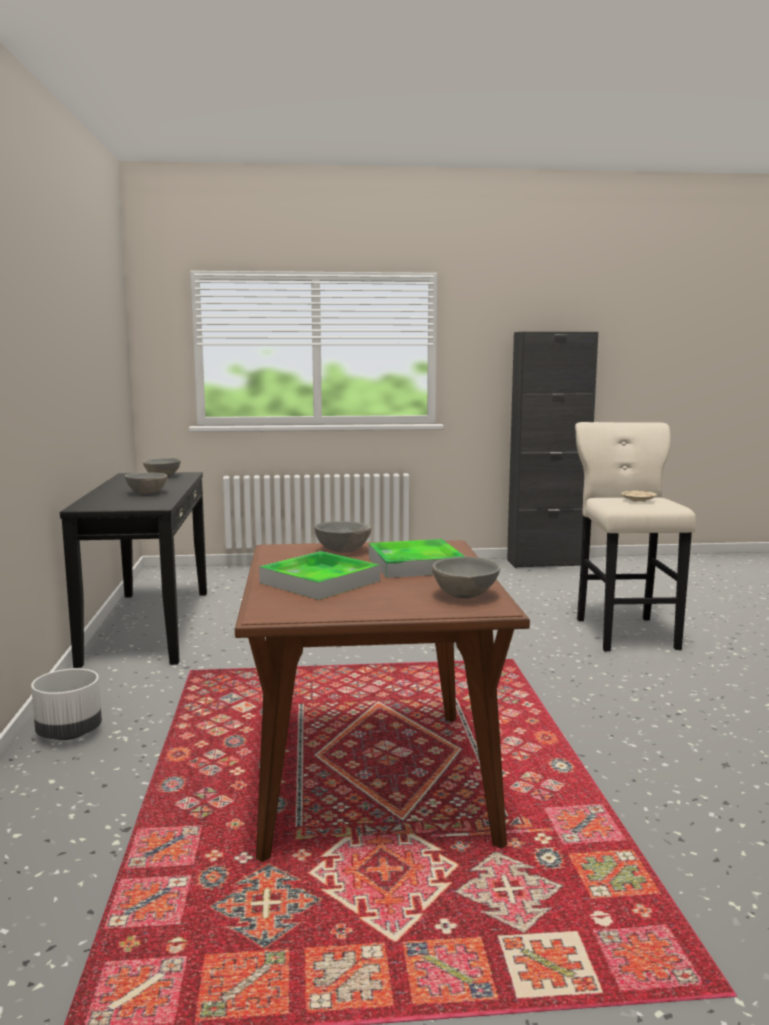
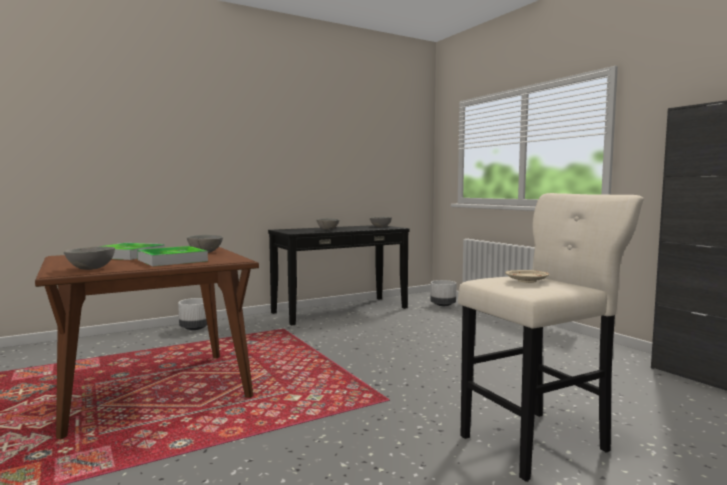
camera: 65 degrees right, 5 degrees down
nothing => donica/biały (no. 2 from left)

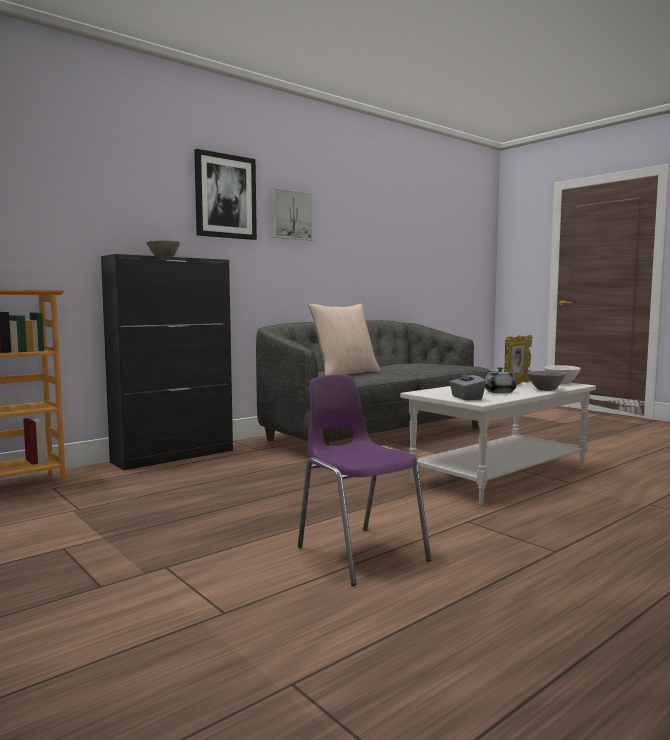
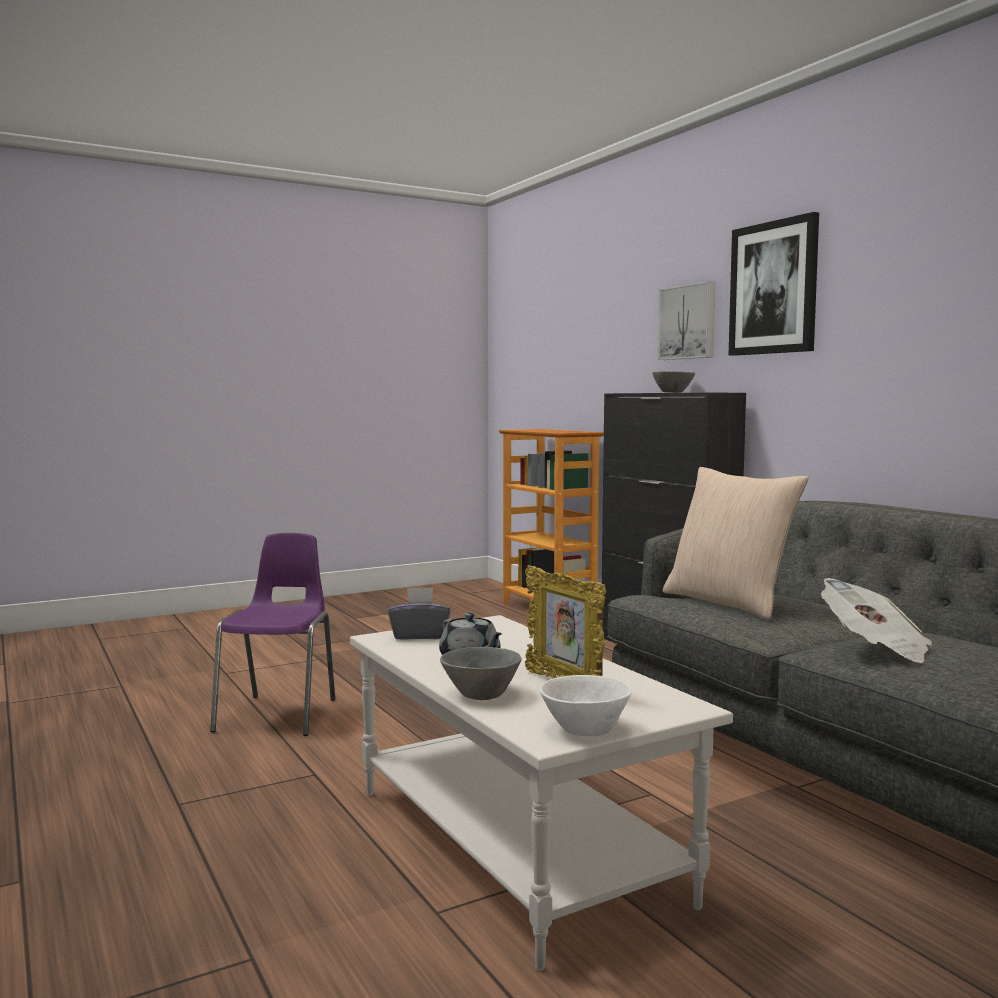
camera: 100 degrees right, 0 degrees up
nothing => gazeta
obraz (no. 2 from left in the first image) => obraz (no. 1 from left), shifted
krzesło/fioletowy, 60 degrees counterclockwise

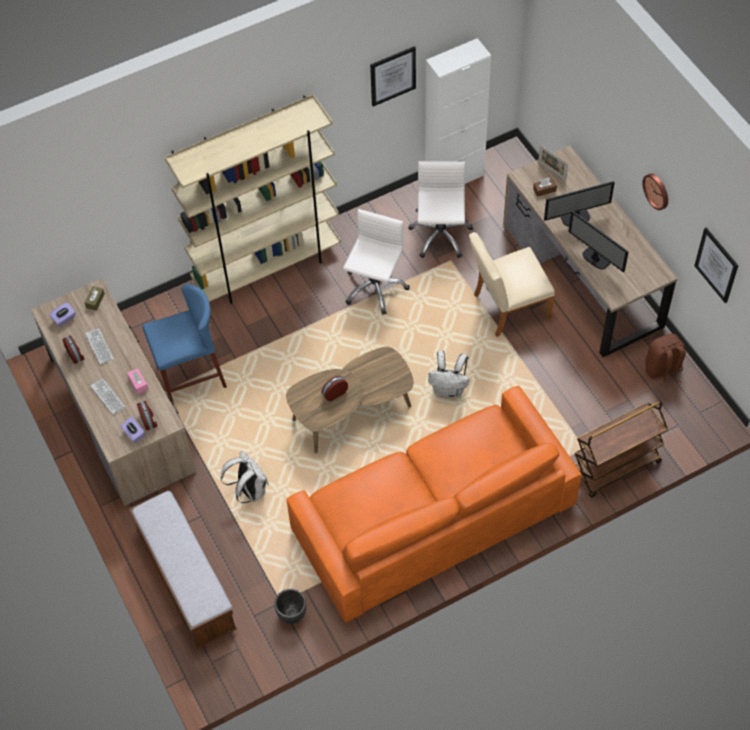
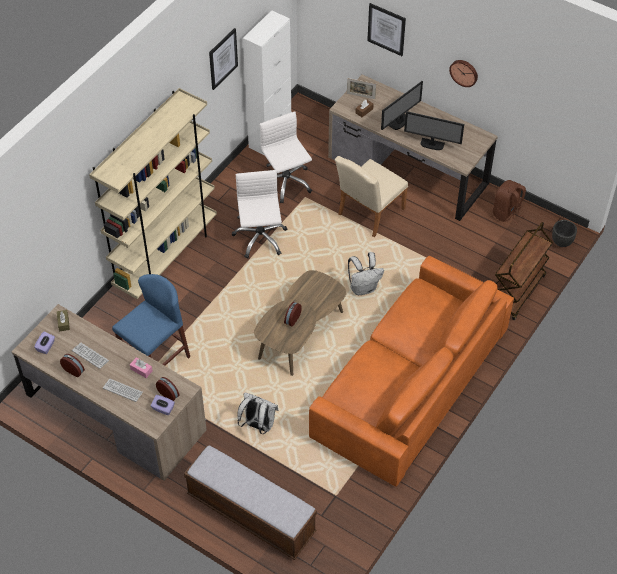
camera: 30 degrees left, 5 degrees down
donica/czarny, shifted
obraz (no. 2 from left), shifted

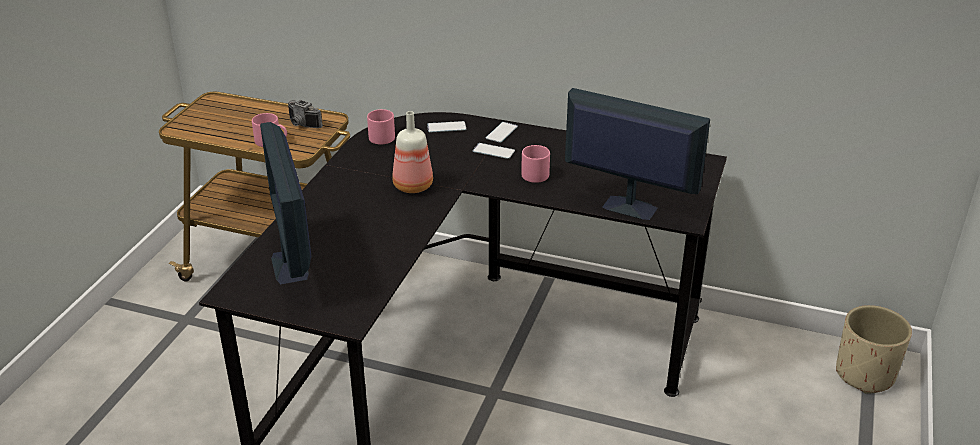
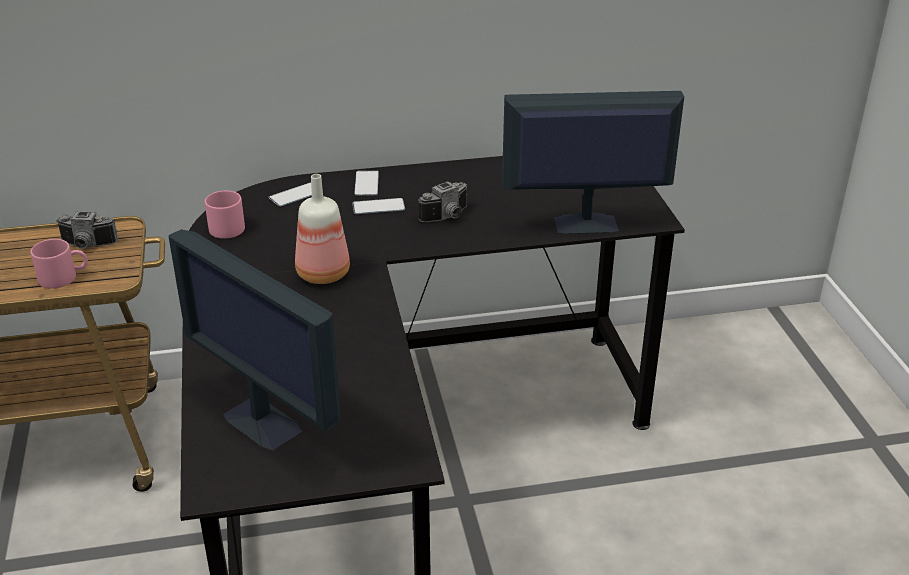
camera: 30 degrees left, 0 degrees up
donica/beżowy => nothing
kubek/różowy (no. 3 from left) => aparat fotograficzny (no. 2 from left)

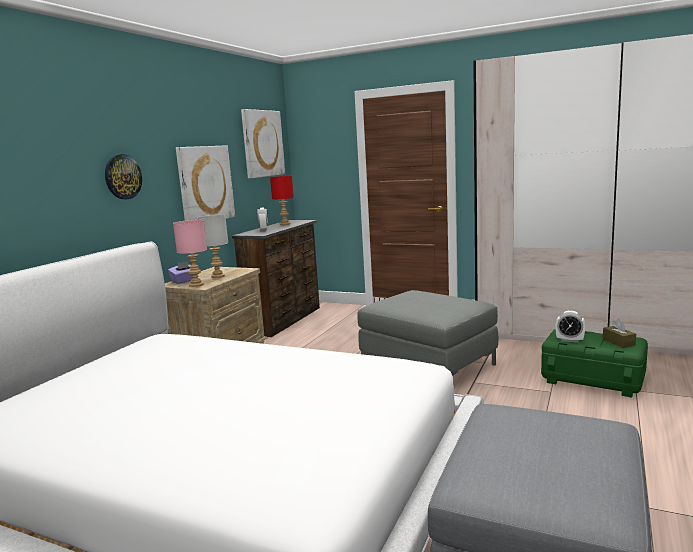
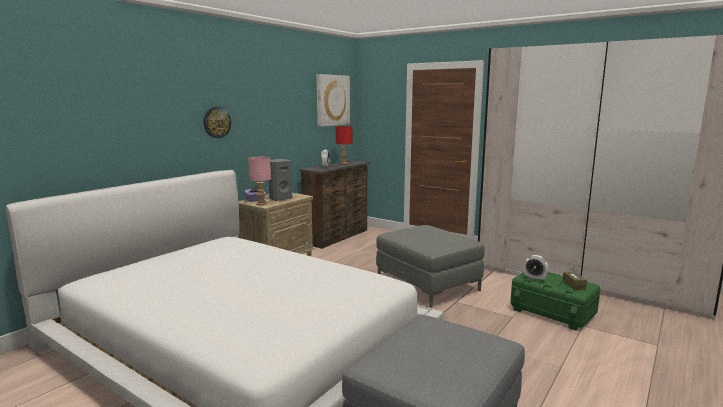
camera: 10 degrees right, 0 degrees up
obraz (no. 1 from left) => nothing
lampa stołowa/szary => głośnik/szary

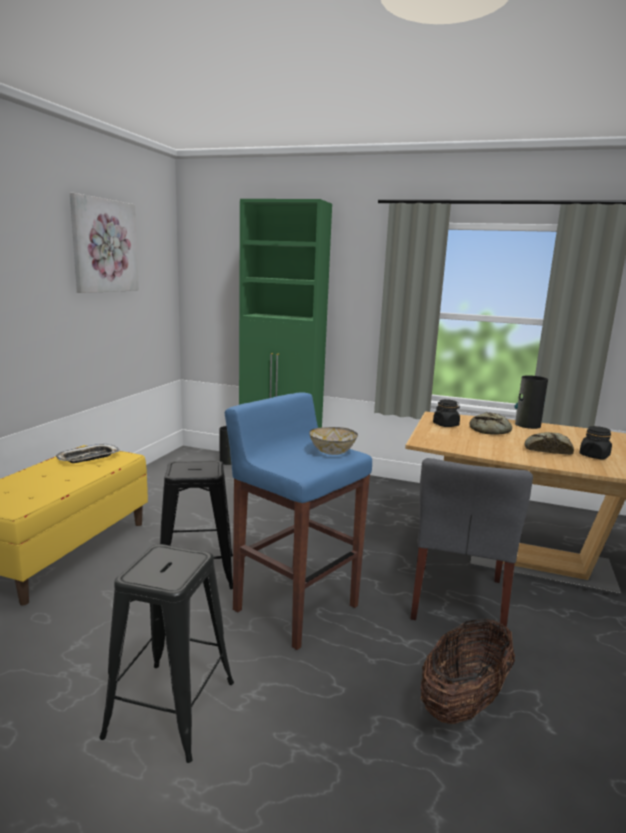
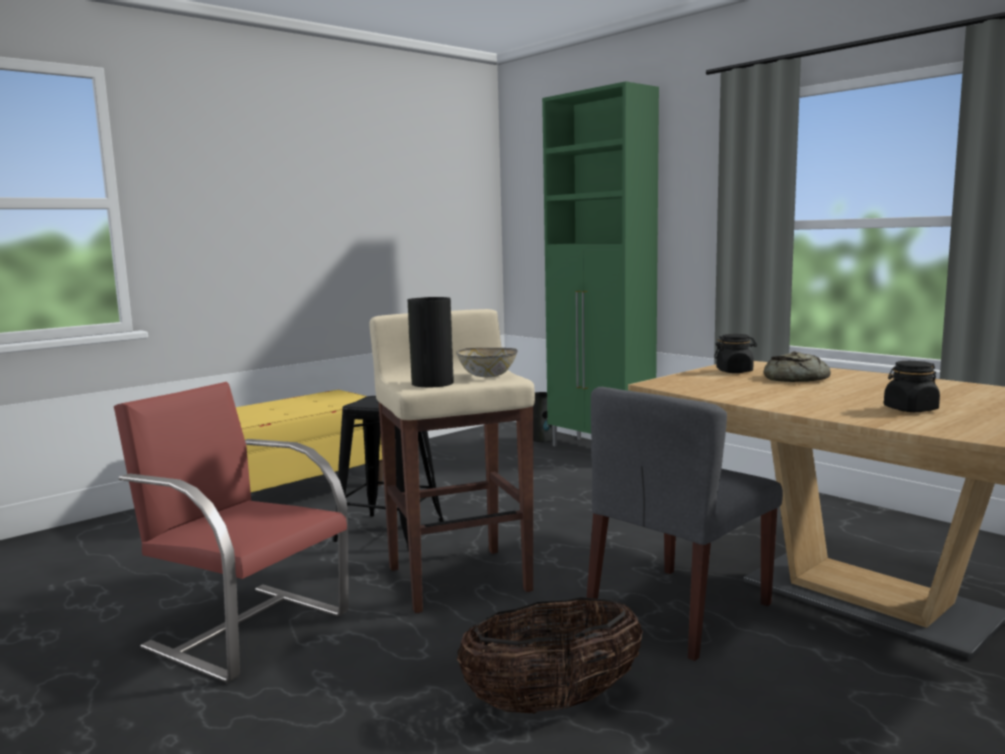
camera: 30 degrees right, 5 degrees down
taca => nothing
obraz => nothing
chleb (no. 2 from left) => nothing
wazon (no. 2 from left in the first image) => wazon (no. 1 from left), shifted
stołek/czarny (no. 1 from left) => krzesło/czerwony
stołek/niebieski => stołek/beżowy

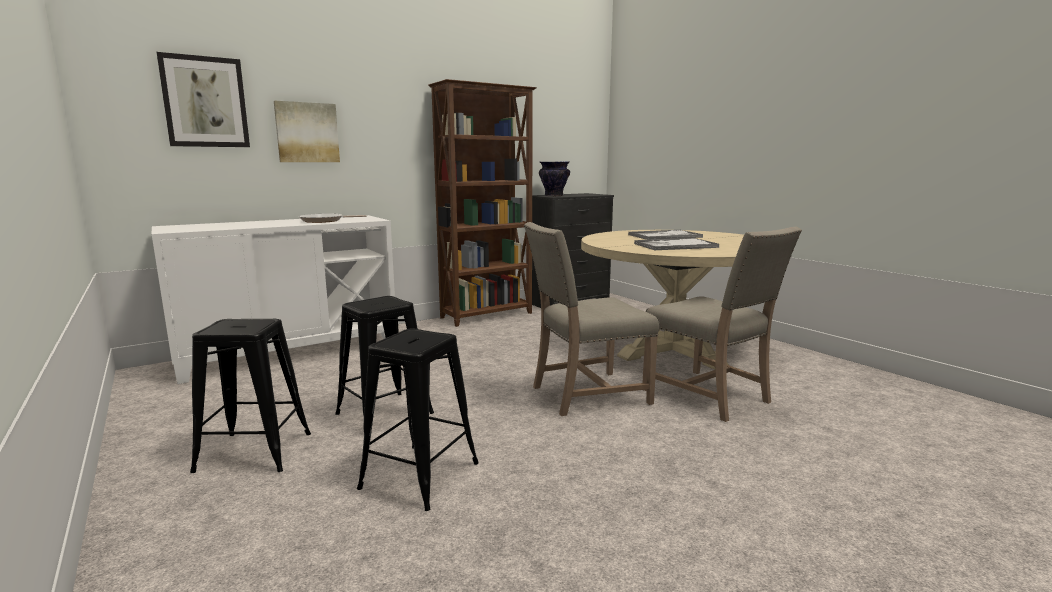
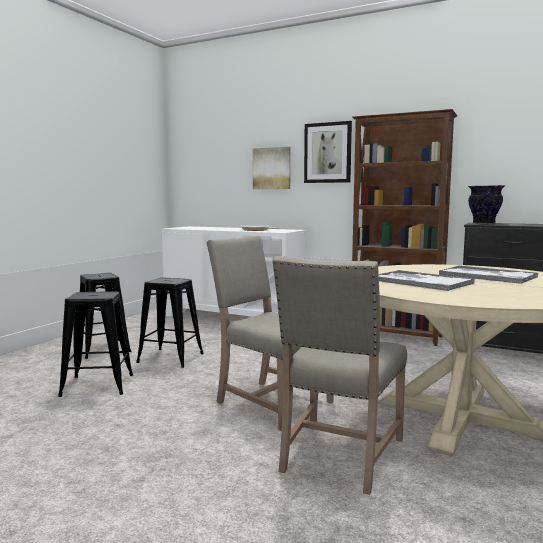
camera: 60 degrees right, 5 degrees down
obraz (no. 1 from left in the first image) => obraz (no. 2 from left), shifted

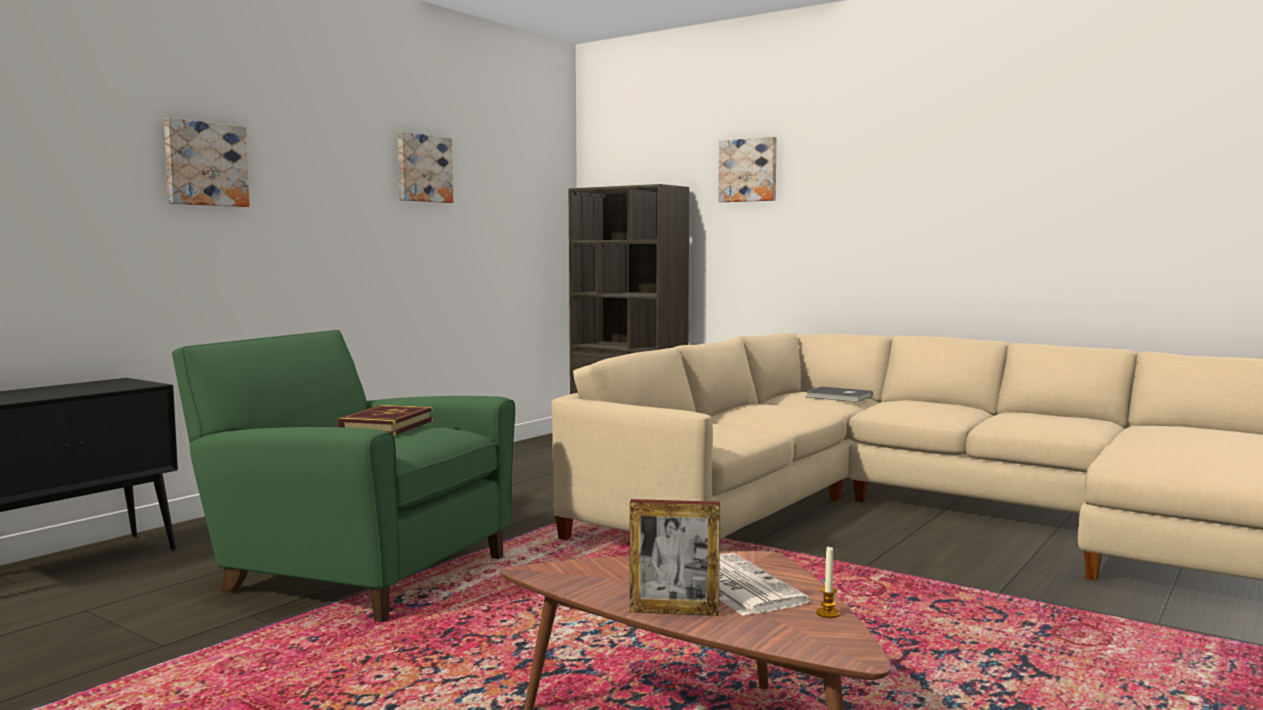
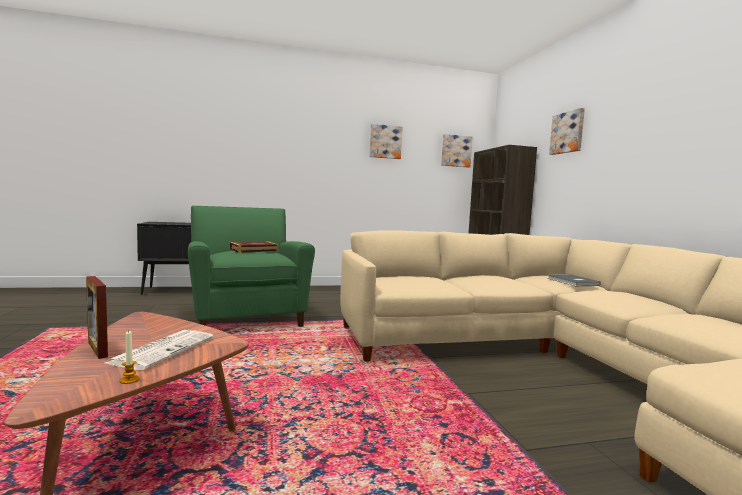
camera: 40 degrees right, 0 degrees up
obraz (no. 1 from left in the first image) => obraz (no. 2 from left), shifted

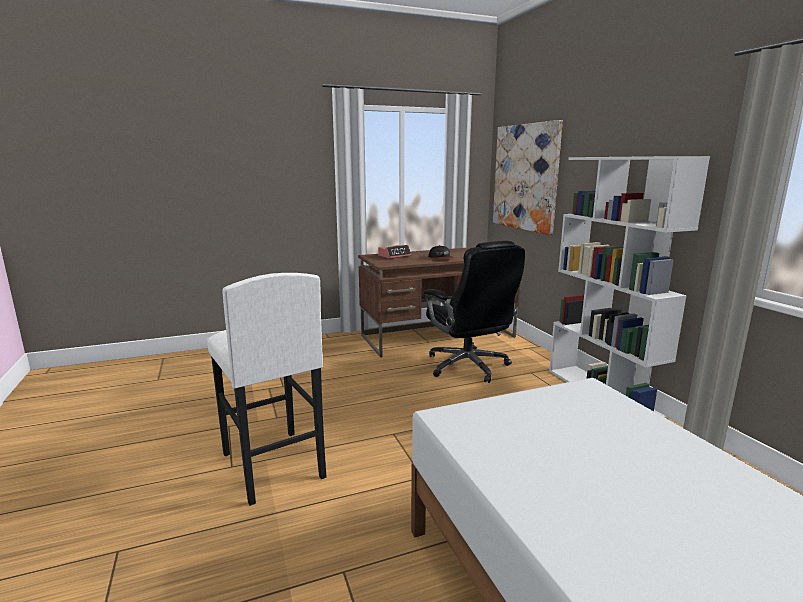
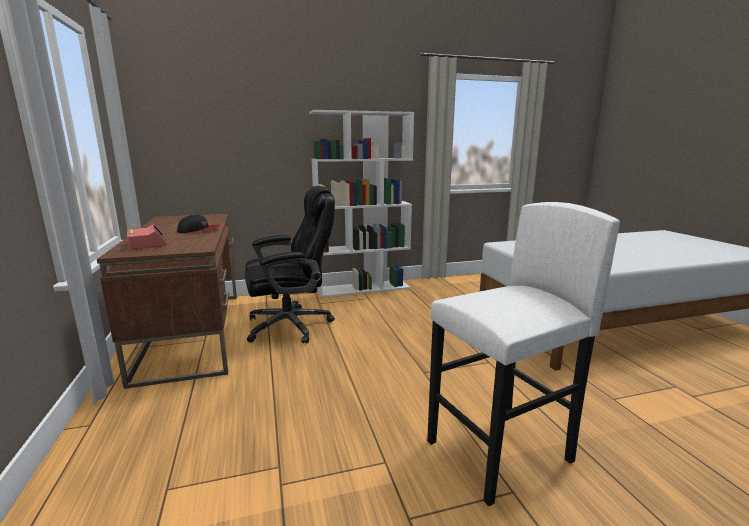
camera: 85 degrees left, 0 degrees up
obraz => nothing

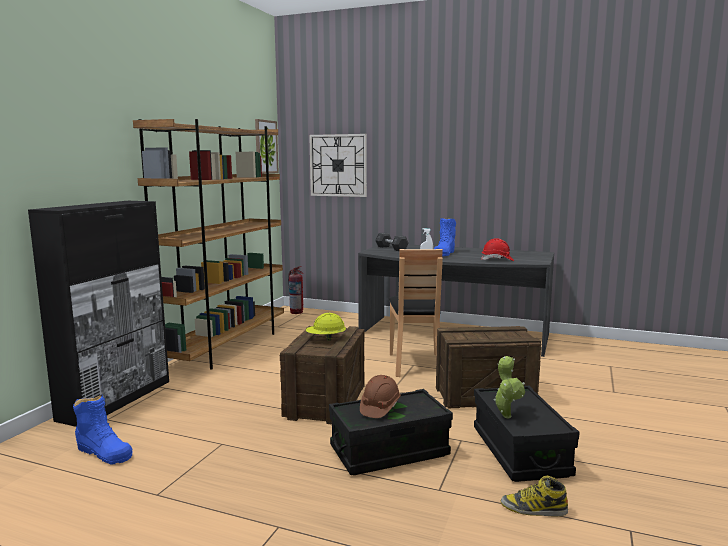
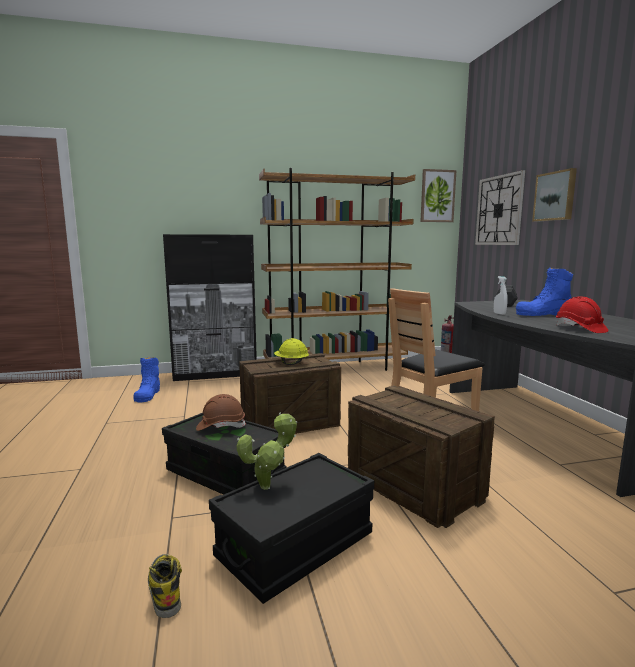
camera: 55 degrees right, 0 degrees up
nothing => obraz (no. 2 from left)

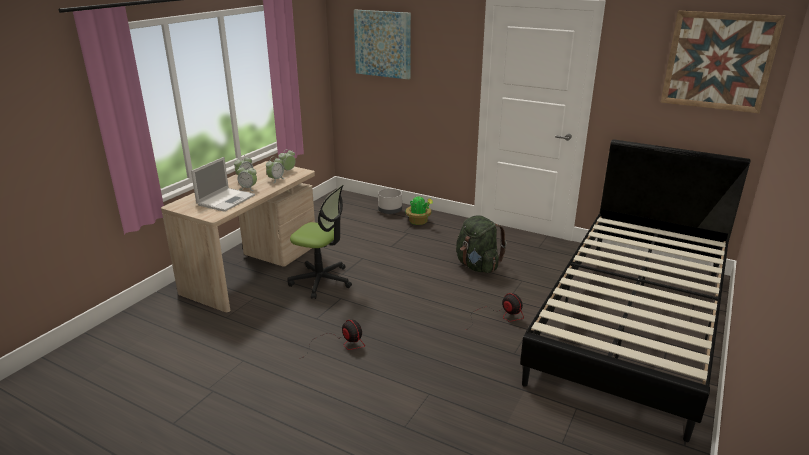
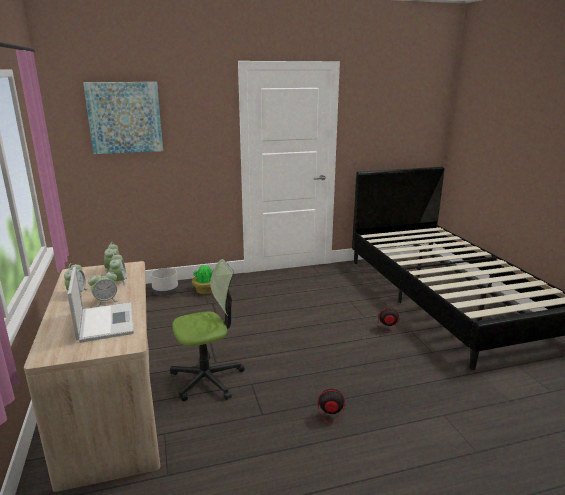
camera: 45 degrees left, 5 degrees down
plecak/zielony => nothing
obraz (no. 2 from left) => nothing

